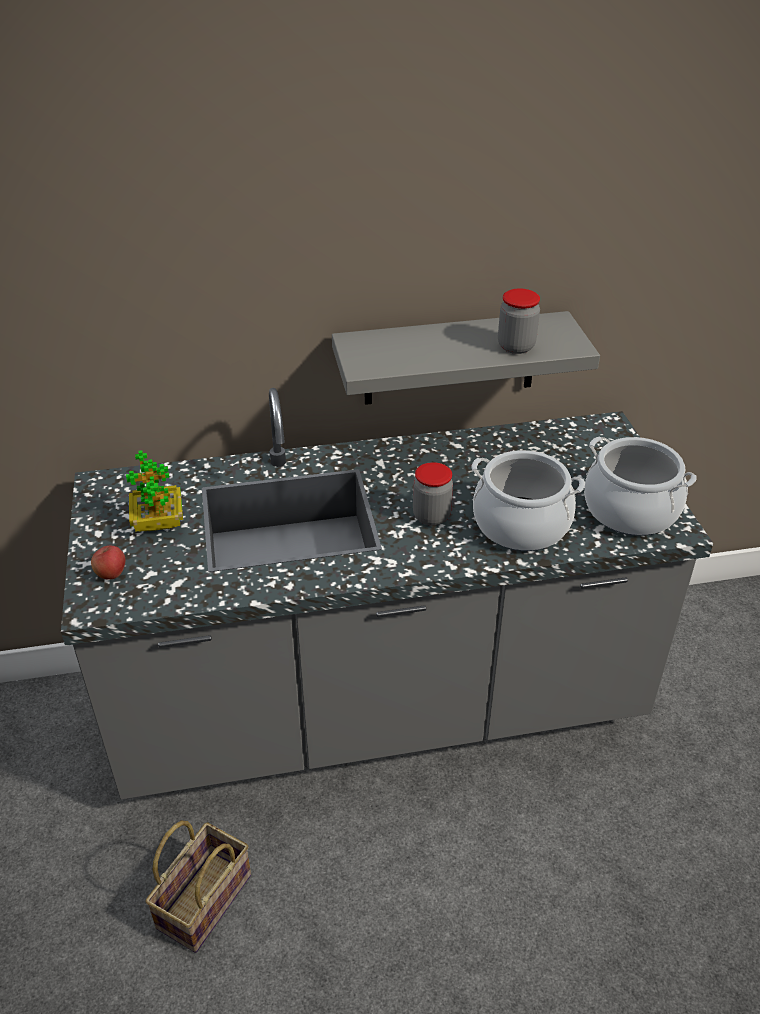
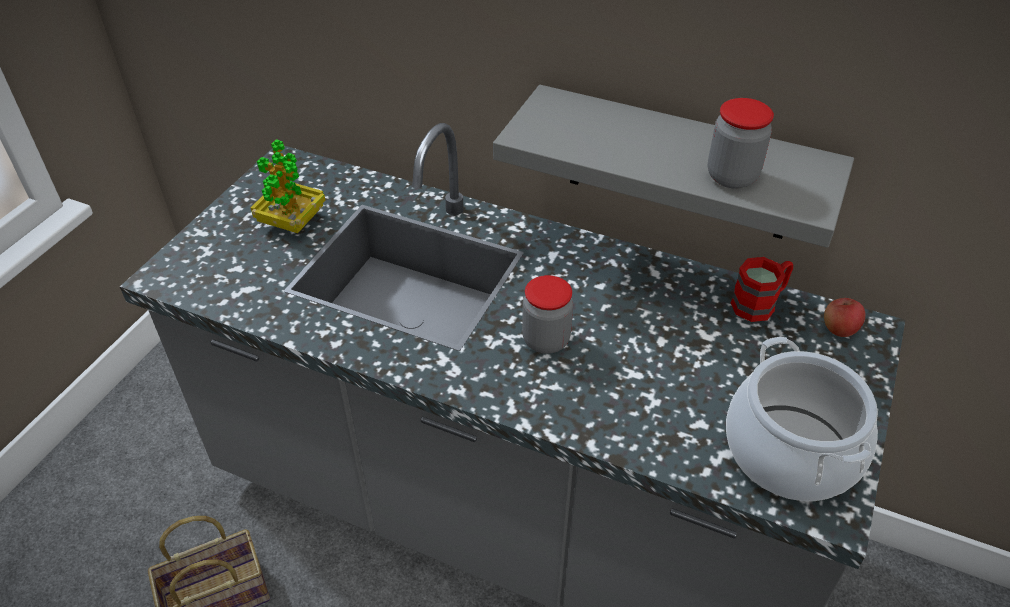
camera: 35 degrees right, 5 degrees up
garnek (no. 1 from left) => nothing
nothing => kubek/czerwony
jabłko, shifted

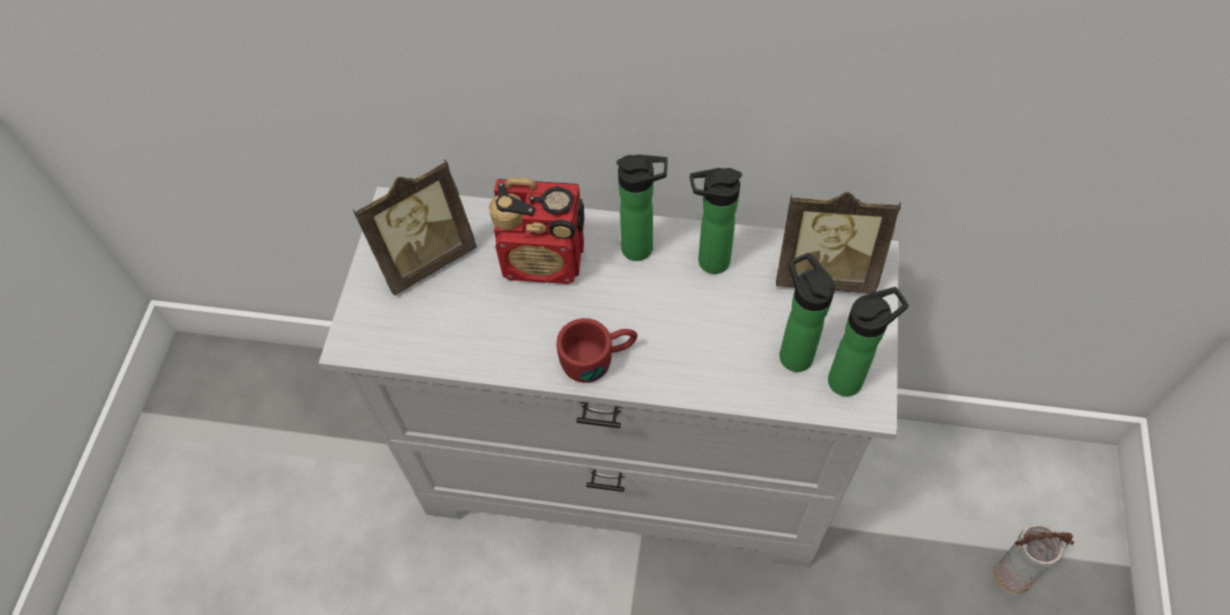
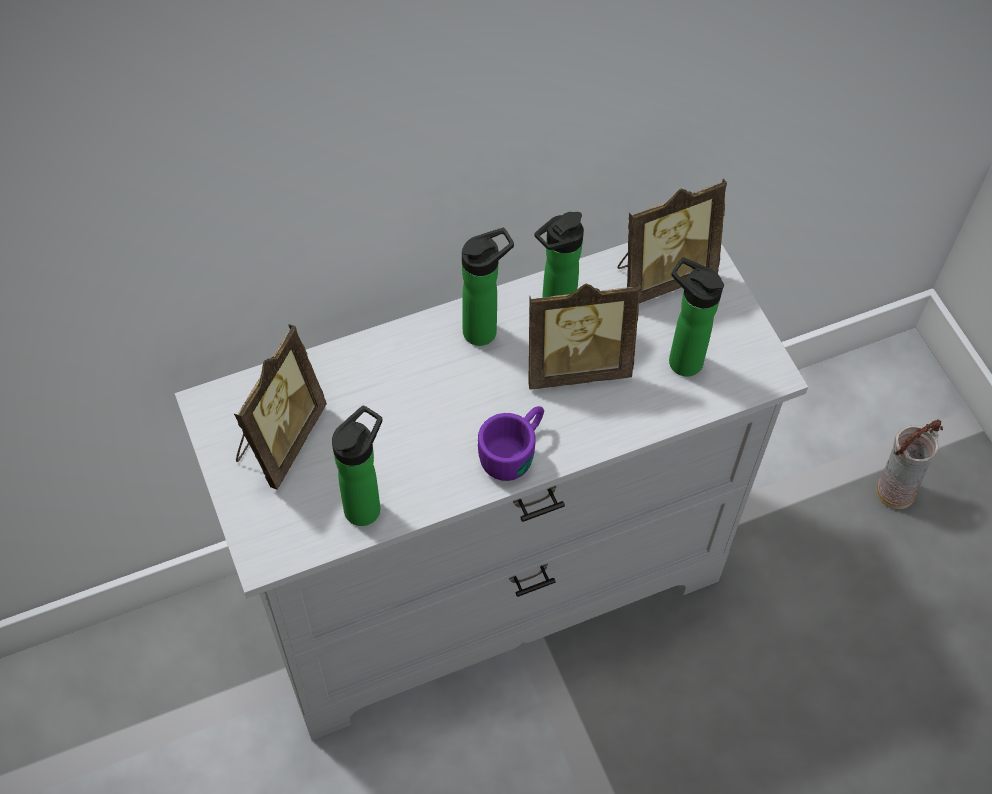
camera: 35 degrees left, 0 degrees up
radio => nothing
nothing => ramka na zdjęcie (no. 2 from left)
butelka (no. 4 from left in the first image) => butelka (no. 1 from left), shifted
kubek/czerwony => kubek/fioletowy

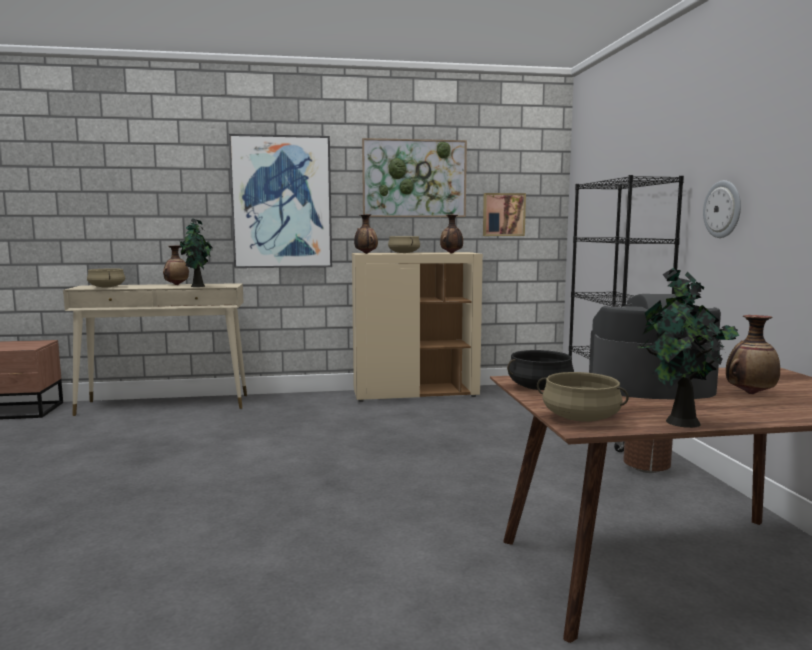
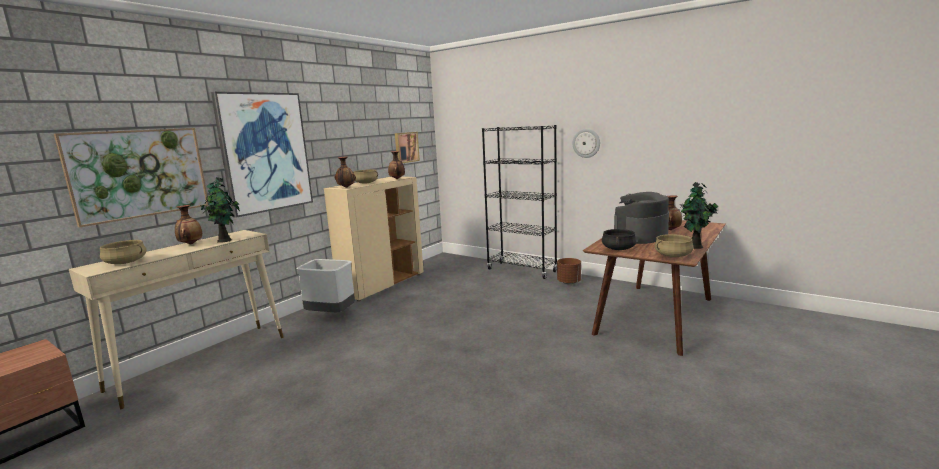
camera: 45 degrees left, 5 degrees up
nothing => kosz na śmieci/szary
obraz (no. 2 from left in the first image) => obraz (no. 1 from left), shifted

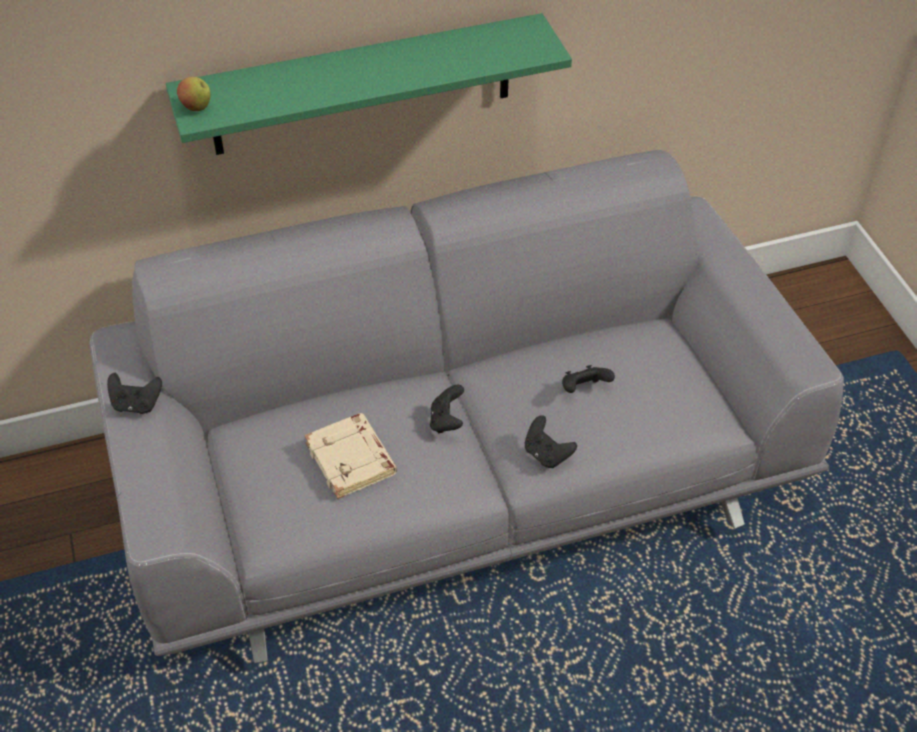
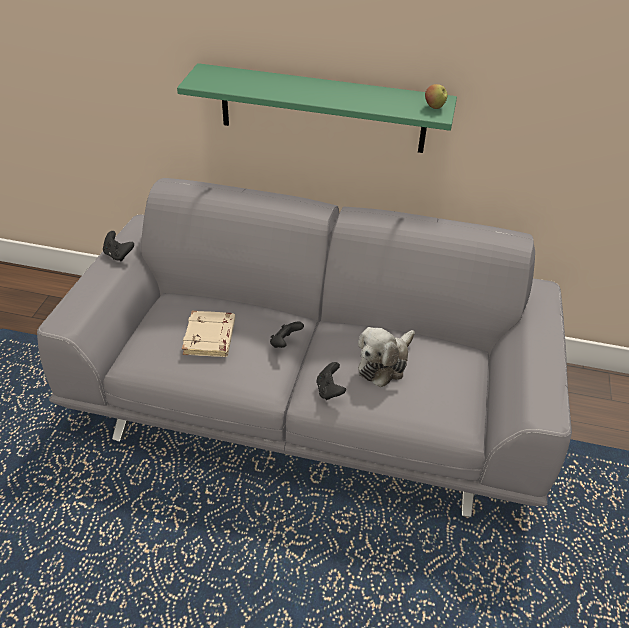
camera: 30 degrees right, 5 degrees down
jabłko, shifted
pad do gier/czarny (no. 4 from left) => pluszak

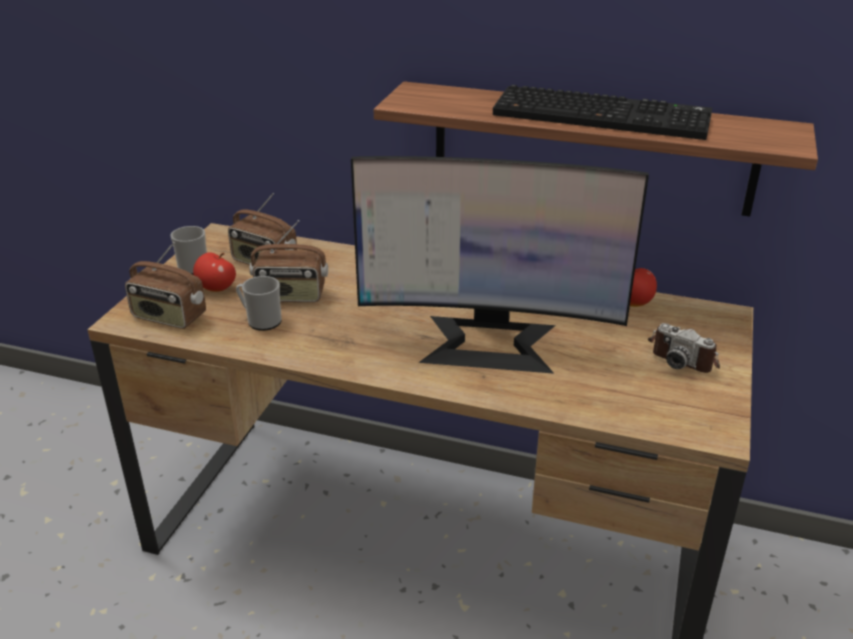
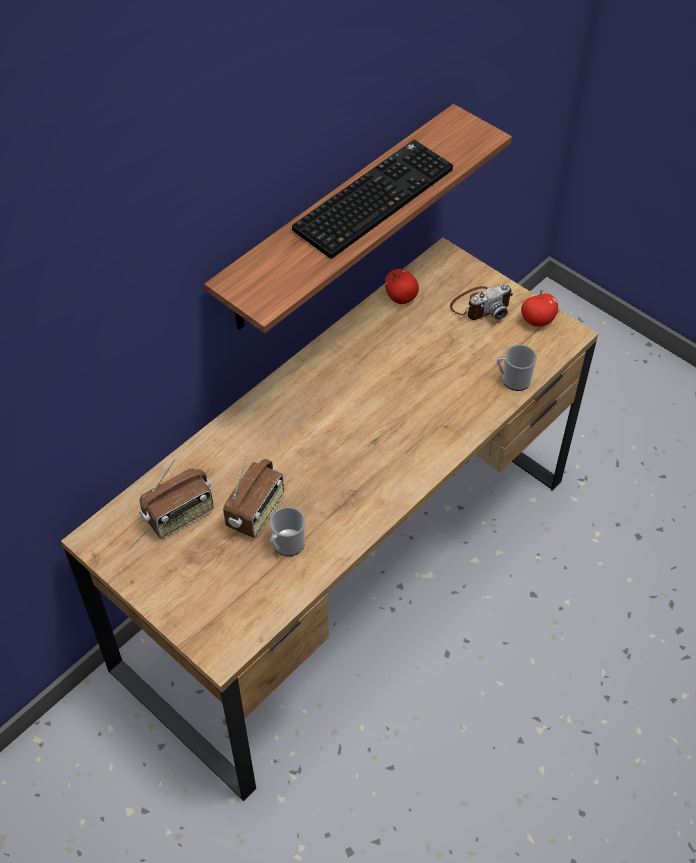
camera: 65 degrees left, 20 degrees up
radio (no. 1 from left) => nothing
monitor => nothing
kubek (no. 1 from left in the first image) => kubek (no. 2 from left), shifted
jabłko (no. 1 from left in the first image) => jabłko (no. 2 from left), shifted

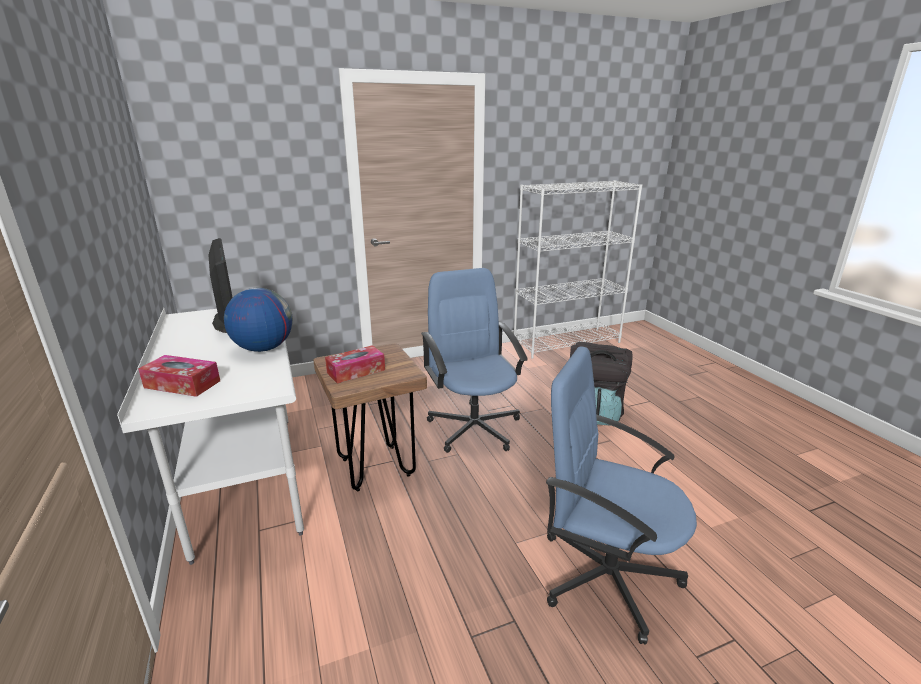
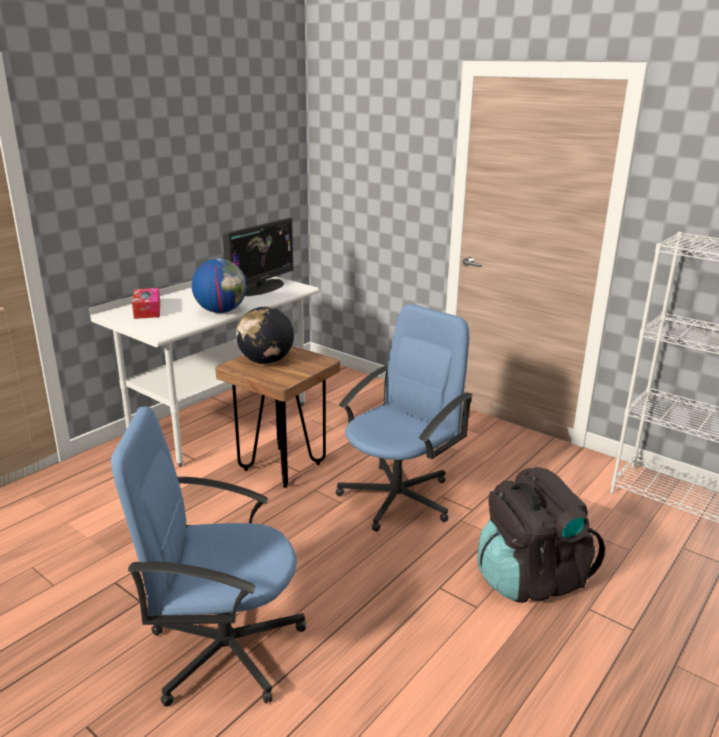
camera: 60 degrees right, 0 degrees up
pudełko chusteczek (no. 2 from left) => globus (no. 2 from left)
krzesło biurowe/niebieski (no. 2 from left in the first image) => krzesło biurowe/niebieski (no. 1 from left), 90 degrees counterclockwise

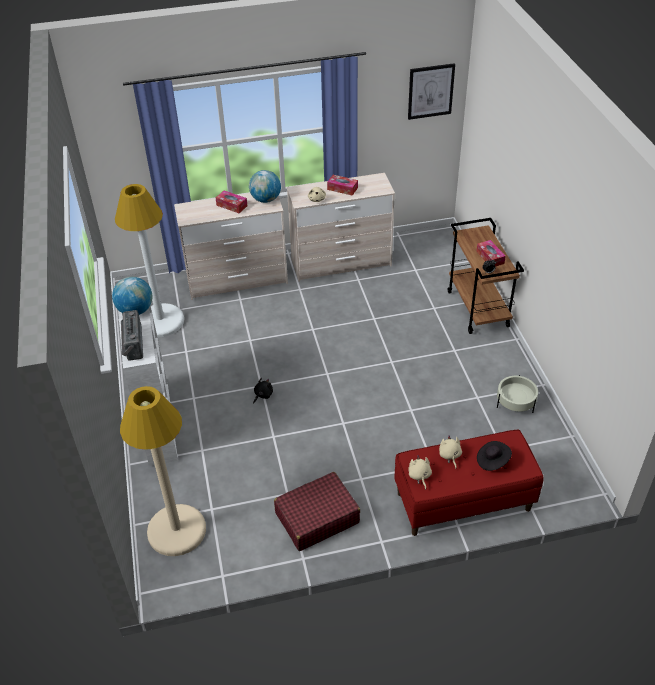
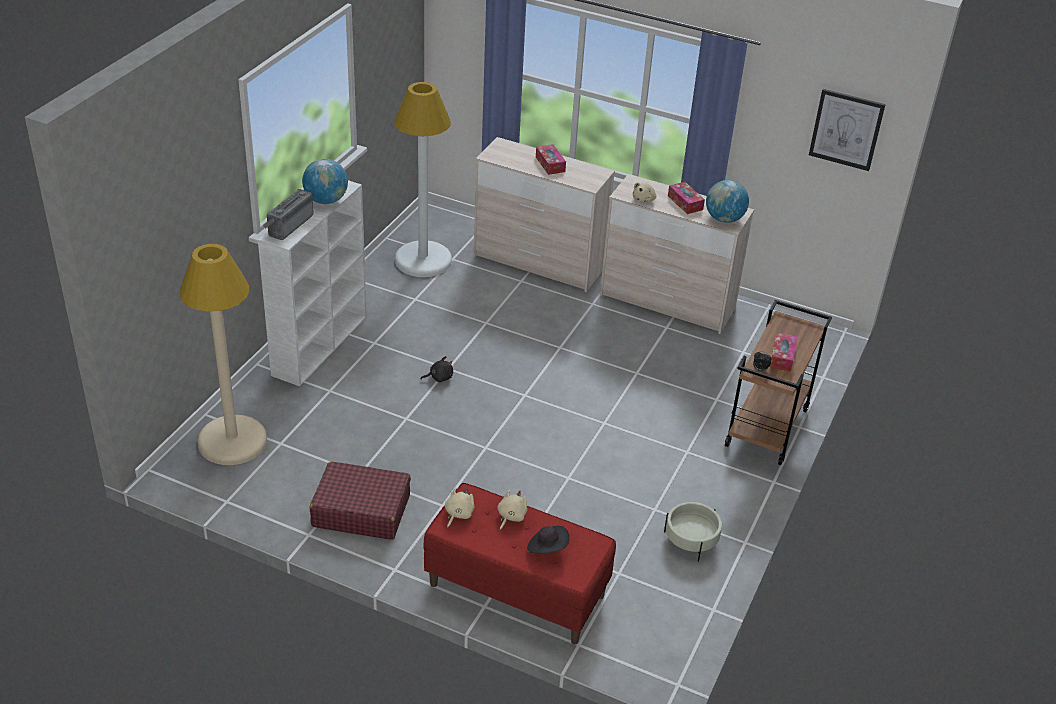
camera: 35 degrees right, 5 degrees down
globus (no. 2 from left), shifted

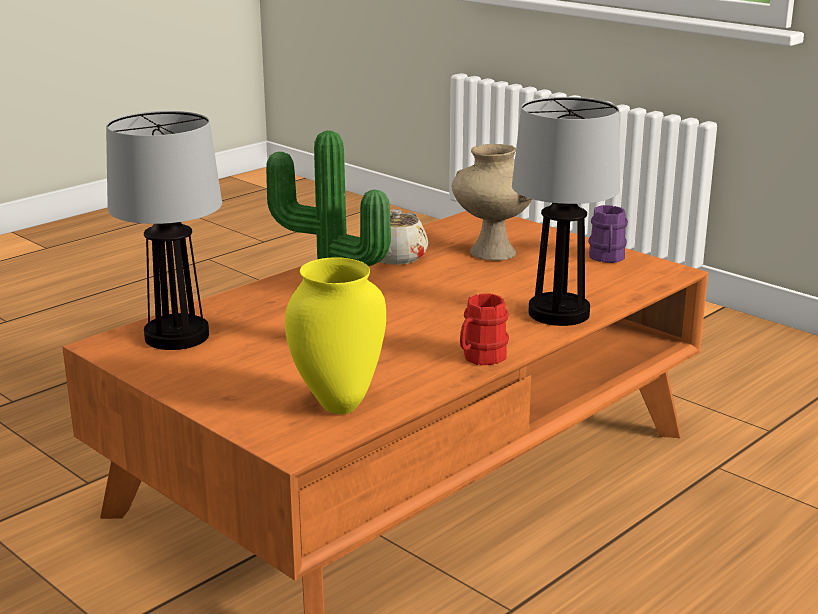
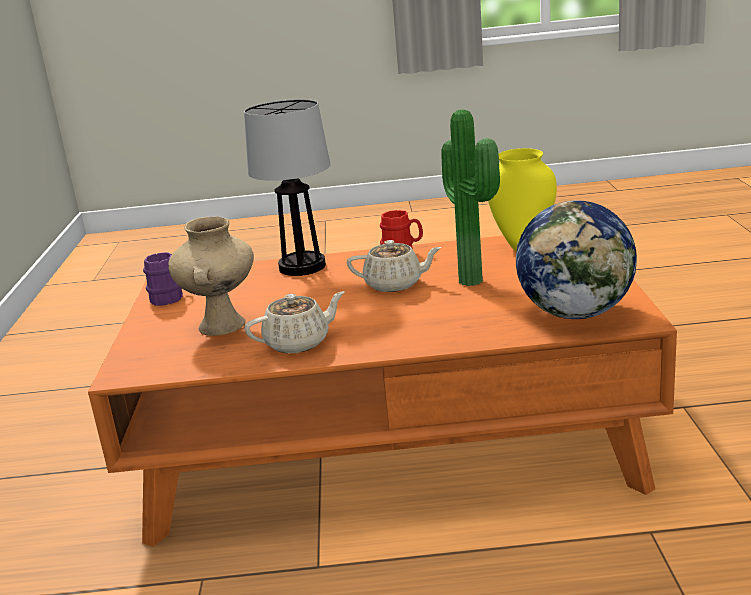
camera: 135 degrees left, 0 degrees up
nothing => imbryk/beżowy (no. 2 from left)
lampa stołowa (no. 1 from left) => globus

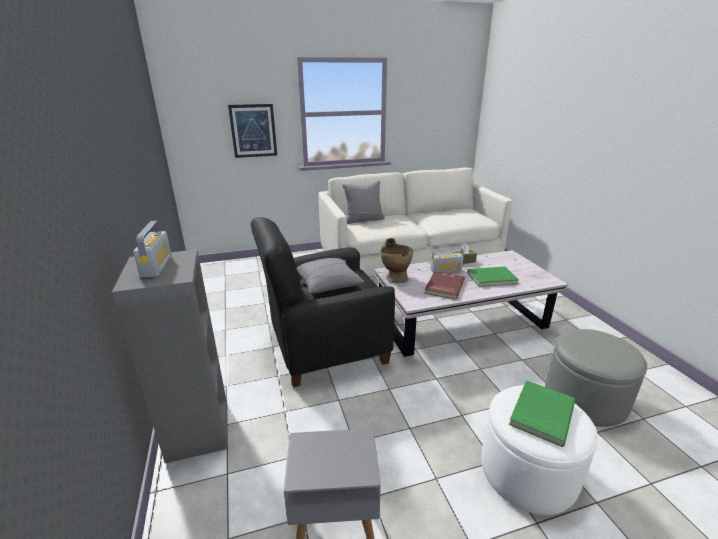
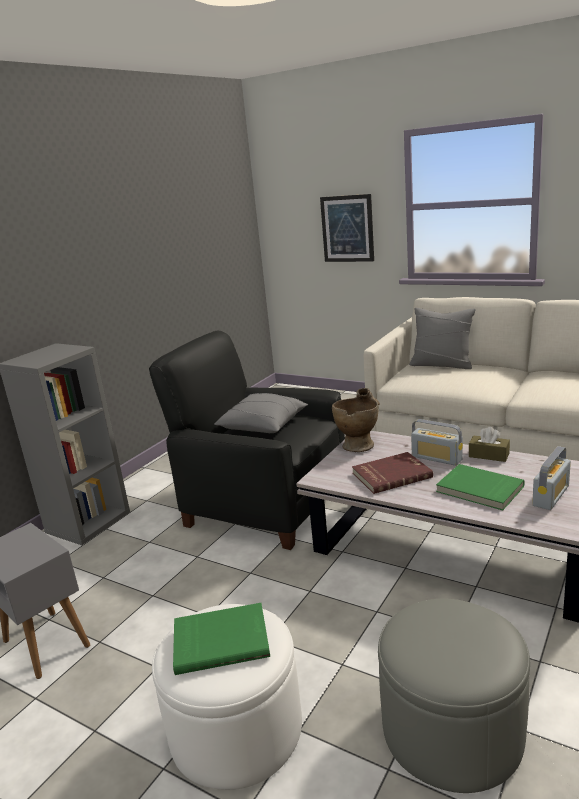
camera: 50 degrees right, 5 degrees down
radio (no. 1 from left in the first image) => radio (no. 2 from left), shifted

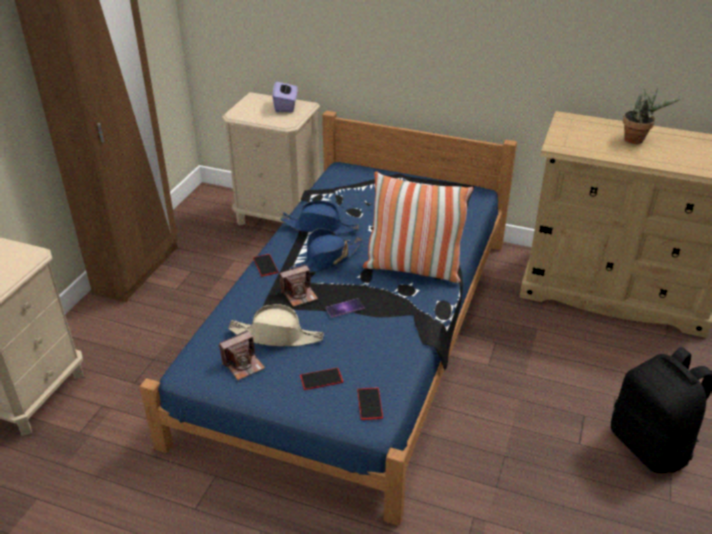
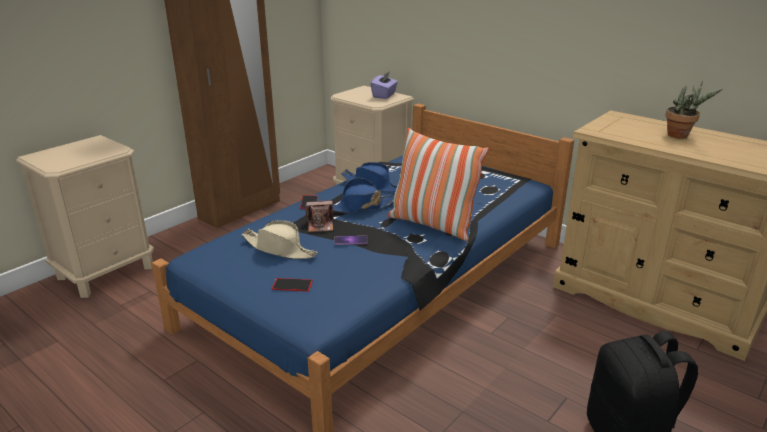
camera: 20 degrees right, 10 degrees down
aparat fotograficzny (no. 1 from left) => nothing
telefon (no. 4 from left) => nothing

